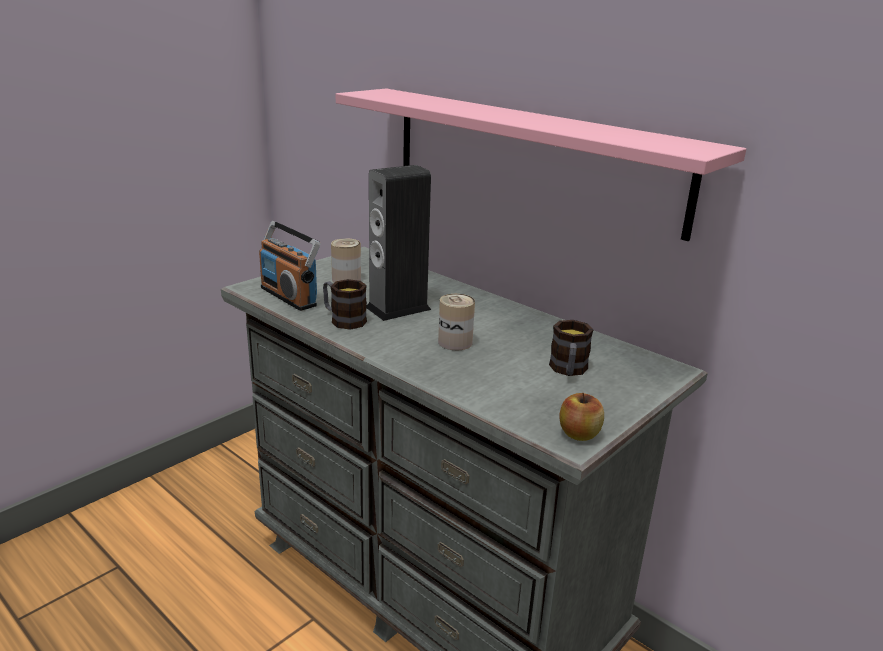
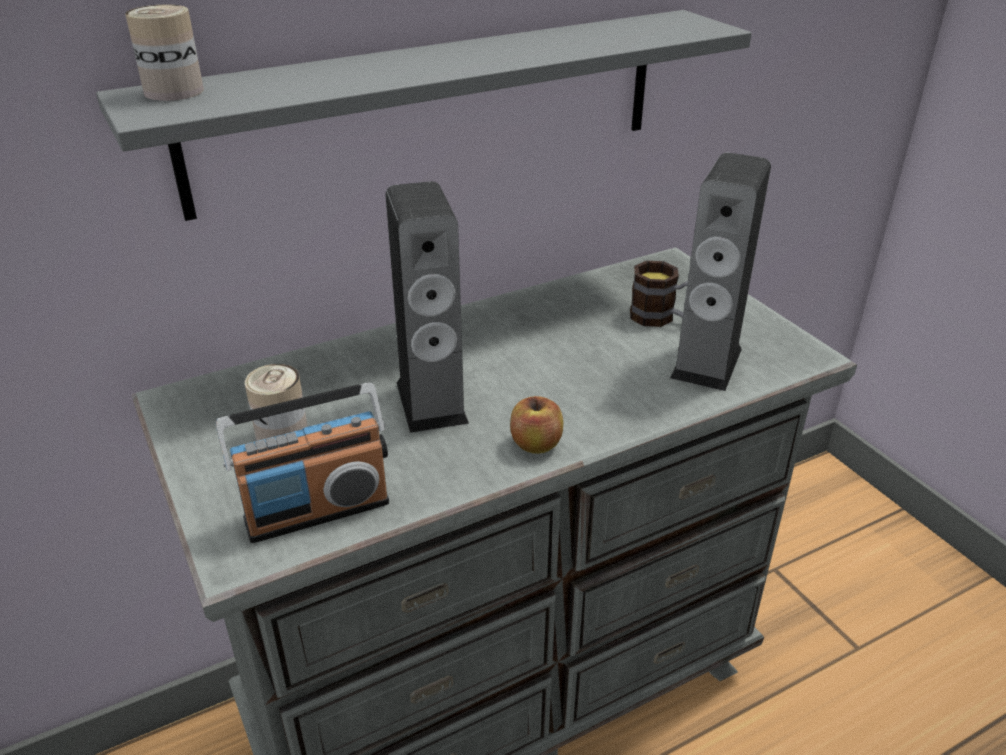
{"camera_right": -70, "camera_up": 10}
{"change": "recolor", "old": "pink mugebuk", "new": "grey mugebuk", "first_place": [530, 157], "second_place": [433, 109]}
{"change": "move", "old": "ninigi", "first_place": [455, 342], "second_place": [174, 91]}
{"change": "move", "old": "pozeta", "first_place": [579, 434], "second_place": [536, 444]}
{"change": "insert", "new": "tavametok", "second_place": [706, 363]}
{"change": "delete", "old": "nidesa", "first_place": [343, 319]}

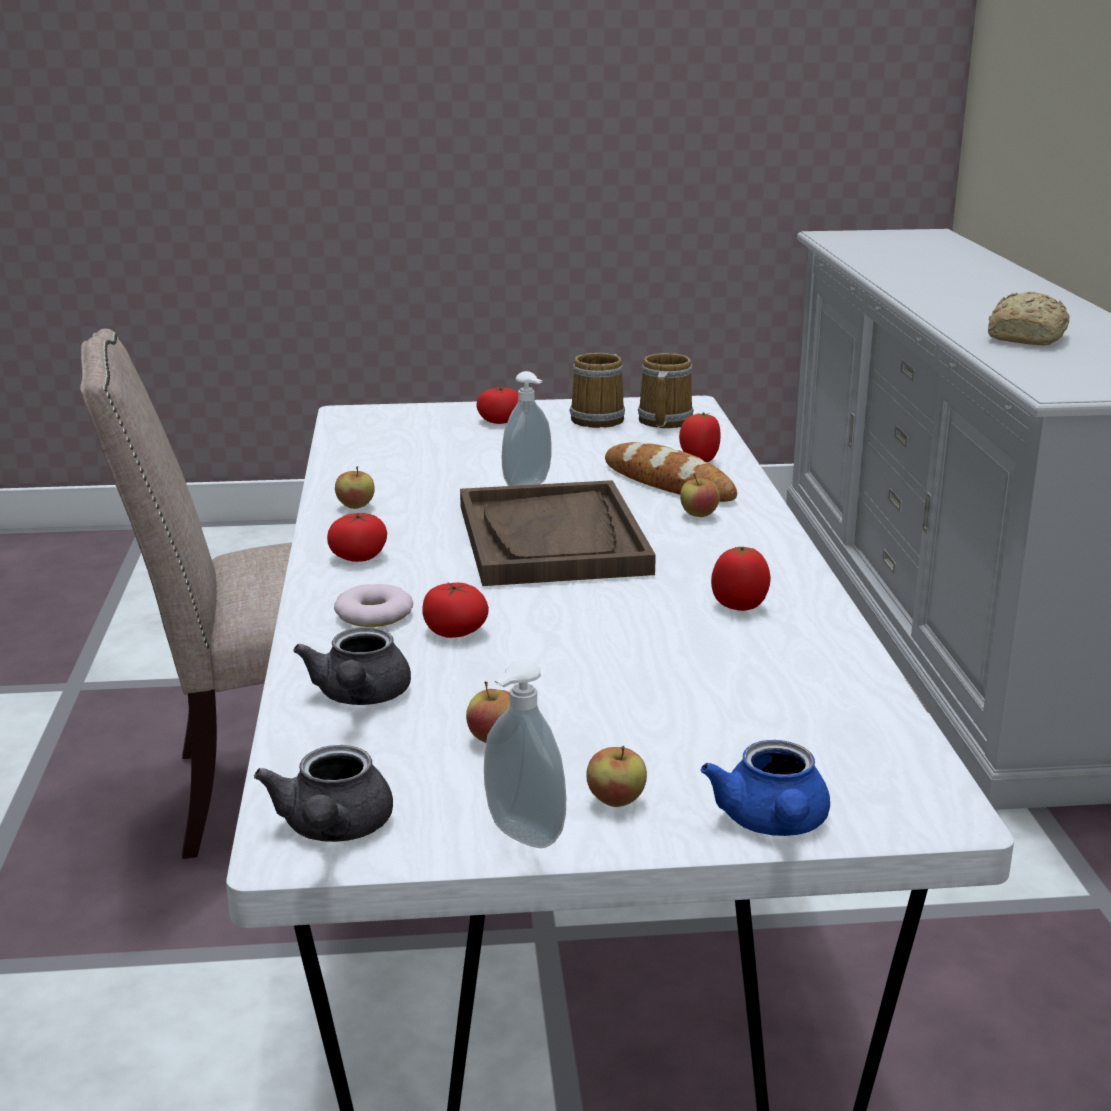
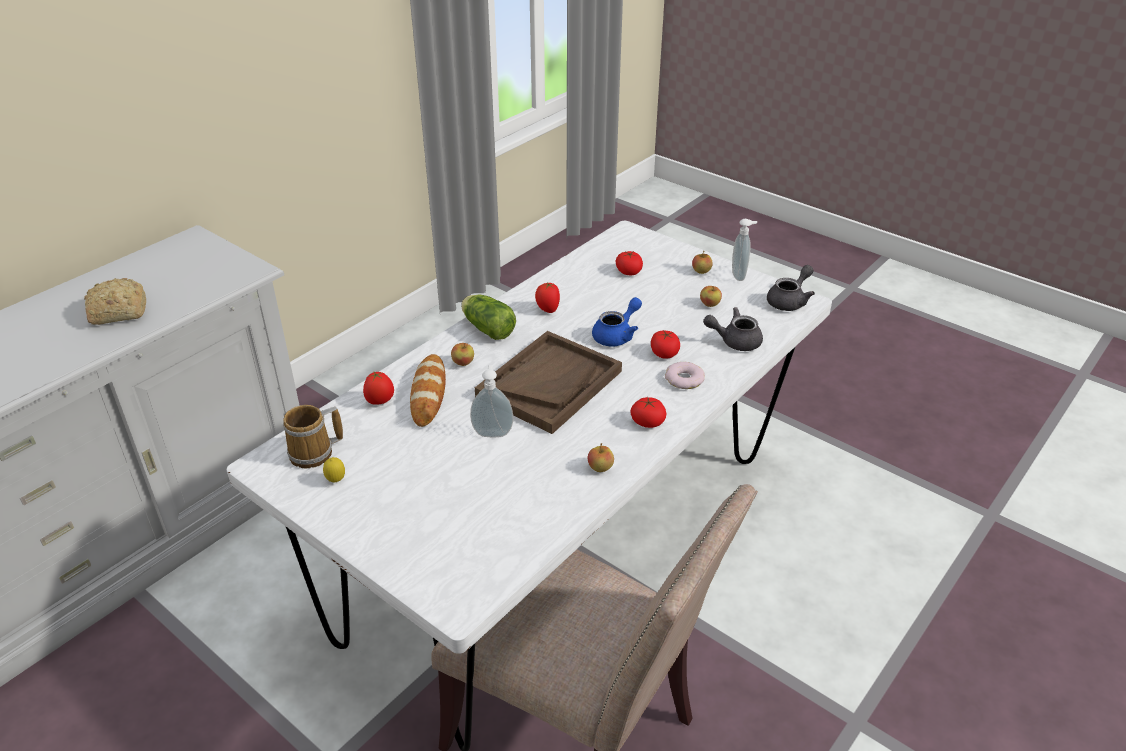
{"camera_right": -135, "camera_up": 15}
{"change": "replace", "old": "nidesa", "new": "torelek", "first_place": [600, 418], "second_place": [336, 481]}
{"change": "insert", "new": "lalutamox", "second_place": [487, 328]}
{"change": "move", "old": "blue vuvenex", "first_place": [773, 824], "second_place": [617, 335]}
{"change": "move", "old": "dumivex", "first_place": [500, 421], "second_place": [628, 272]}
{"change": "rotate", "old": "grey vuvenex", "first_place": [359, 697], "second_place": [734, 341], "degrees": -135}

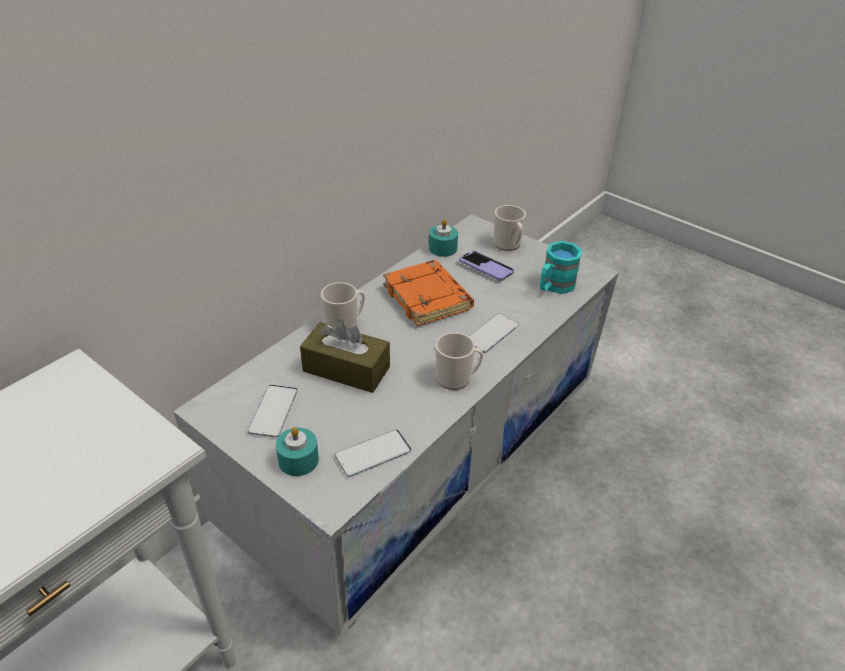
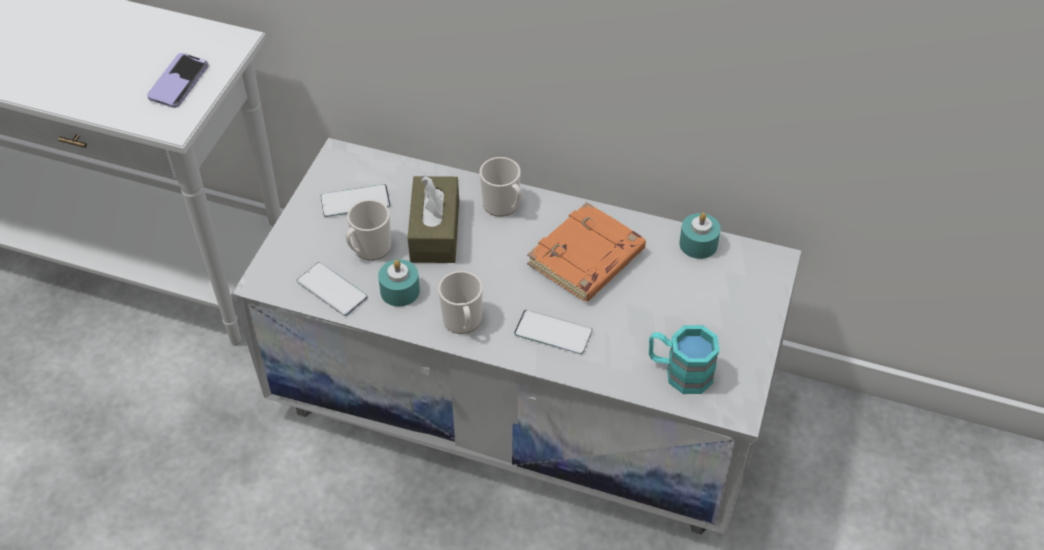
{"camera_right": 70, "camera_up": 10}
{"change": "move", "old": "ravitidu", "first_place": [486, 267], "second_place": [179, 82]}
{"change": "move", "old": "nidesa", "first_place": [508, 245], "second_place": [369, 249]}
{"change": "move", "old": "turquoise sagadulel", "first_place": [298, 460], "second_place": [400, 291]}

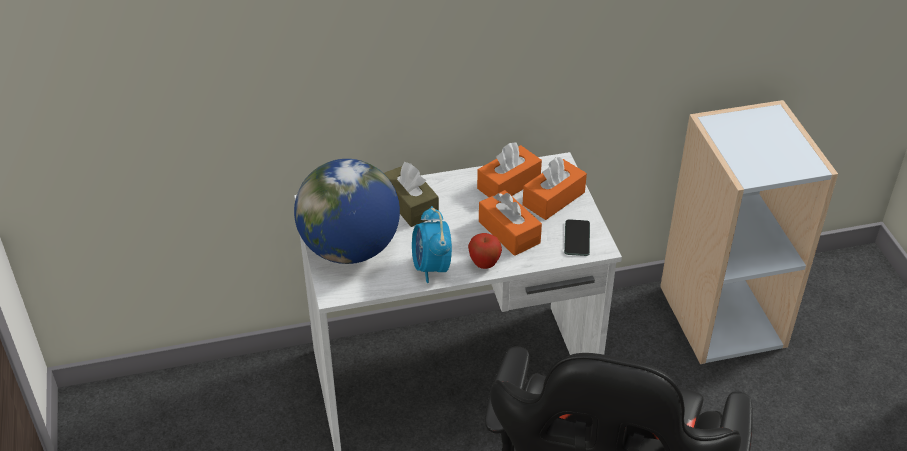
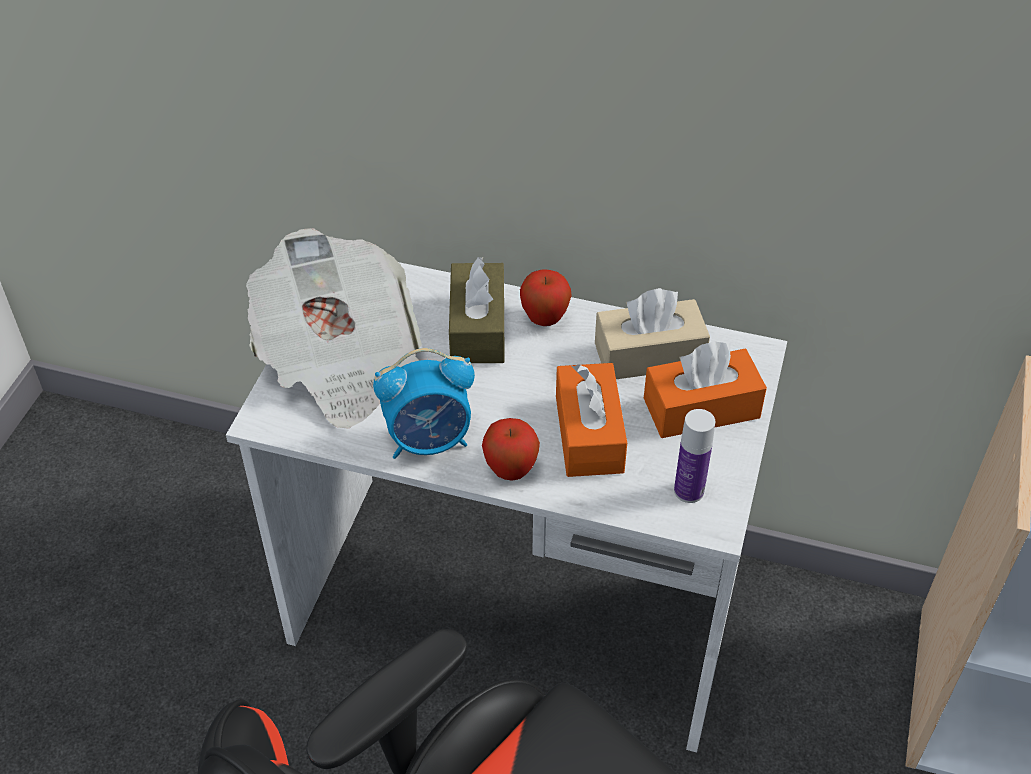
{"camera_right": 30, "camera_up": 5}
{"change": "replace", "old": "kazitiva", "new": "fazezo", "first_place": [350, 249], "second_place": [340, 361]}
{"change": "rotate", "old": "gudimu", "first_place": [431, 267], "second_place": [429, 441], "degrees": -120}
{"change": "insert", "new": "pozeta", "second_place": [545, 319]}
{"change": "recolor", "old": "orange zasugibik", "new": "beige zasugibik", "first_place": [509, 184], "second_place": [649, 355]}
{"change": "replace", "old": "ravitidu", "new": "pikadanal", "first_place": [577, 238], "second_place": [689, 491]}

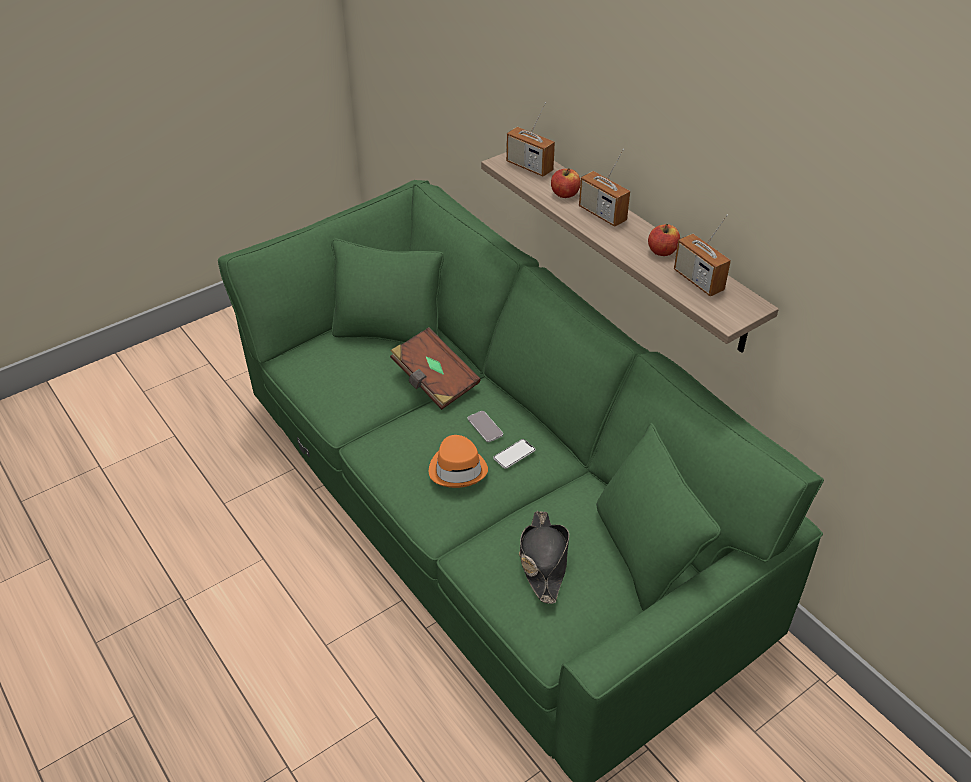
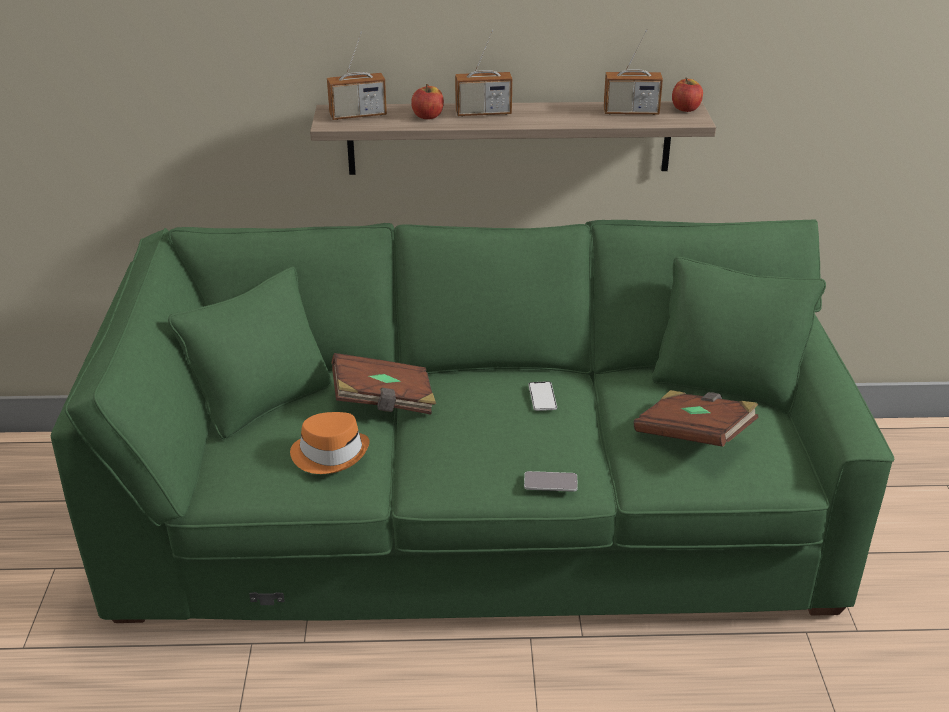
{"camera_right": -55, "camera_up": -10}
{"change": "move", "old": "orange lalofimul", "first_place": [458, 469], "second_place": [330, 453]}
{"change": "move", "old": "ravitidu", "first_place": [485, 427], "second_place": [550, 482]}
{"change": "replace", "old": "black lalofimul", "new": "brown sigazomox", "first_place": [543, 560], "second_place": [694, 435]}
{"change": "move", "old": "pozeta", "first_place": [662, 251], "second_place": [685, 109]}

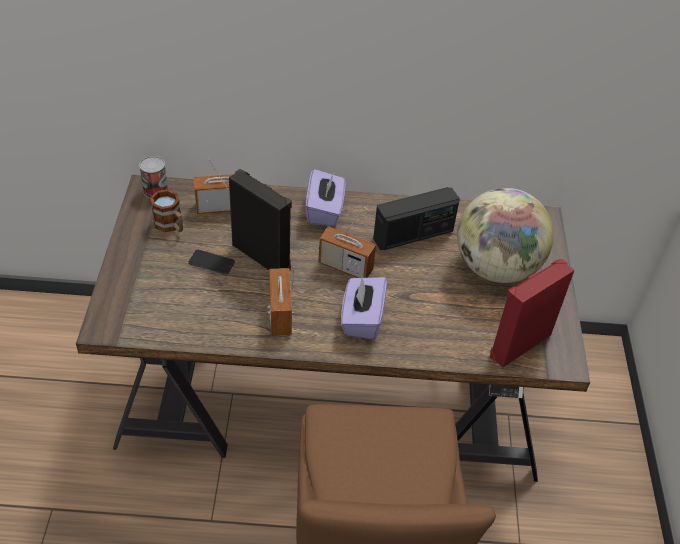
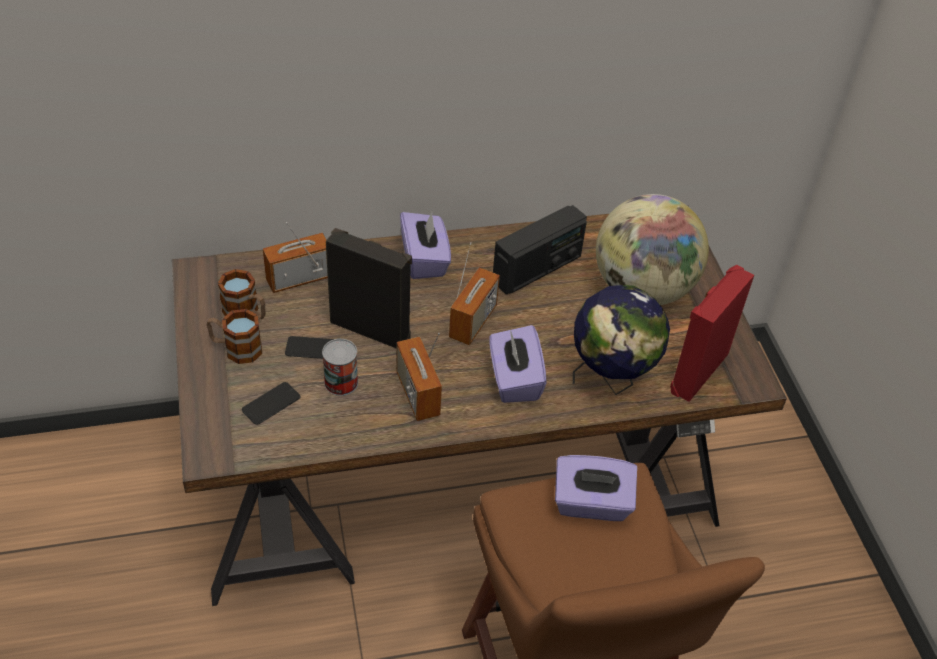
{"camera_right": -15, "camera_up": 0}
{"change": "insert", "new": "nidesa", "second_place": [236, 348]}
{"change": "insert", "new": "ravitidu", "second_place": [271, 404]}
{"change": "move", "old": "ninigi", "first_place": [155, 190], "second_place": [341, 382]}
{"change": "rotate", "old": "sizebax", "first_place": [345, 267], "second_place": [473, 322], "degrees": -75}
{"change": "insert", "new": "purple zasugibik", "second_place": [591, 504]}
{"change": "insert", "new": "kazitiva", "second_place": [611, 380]}

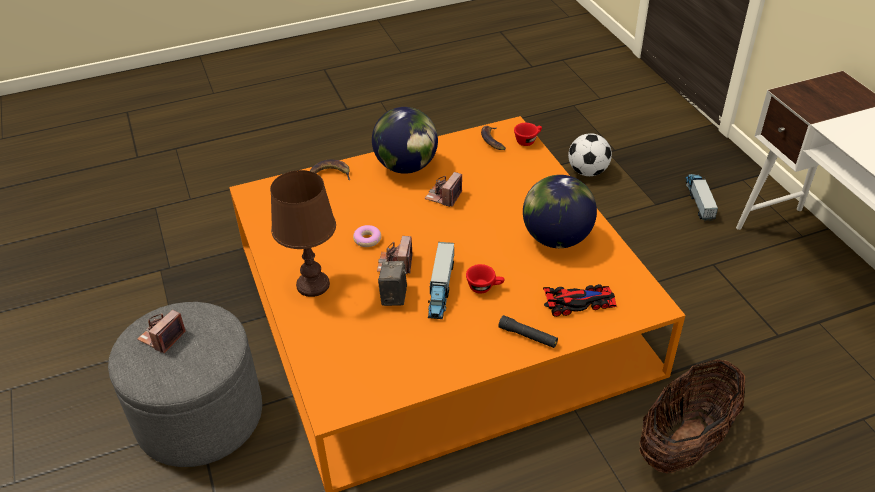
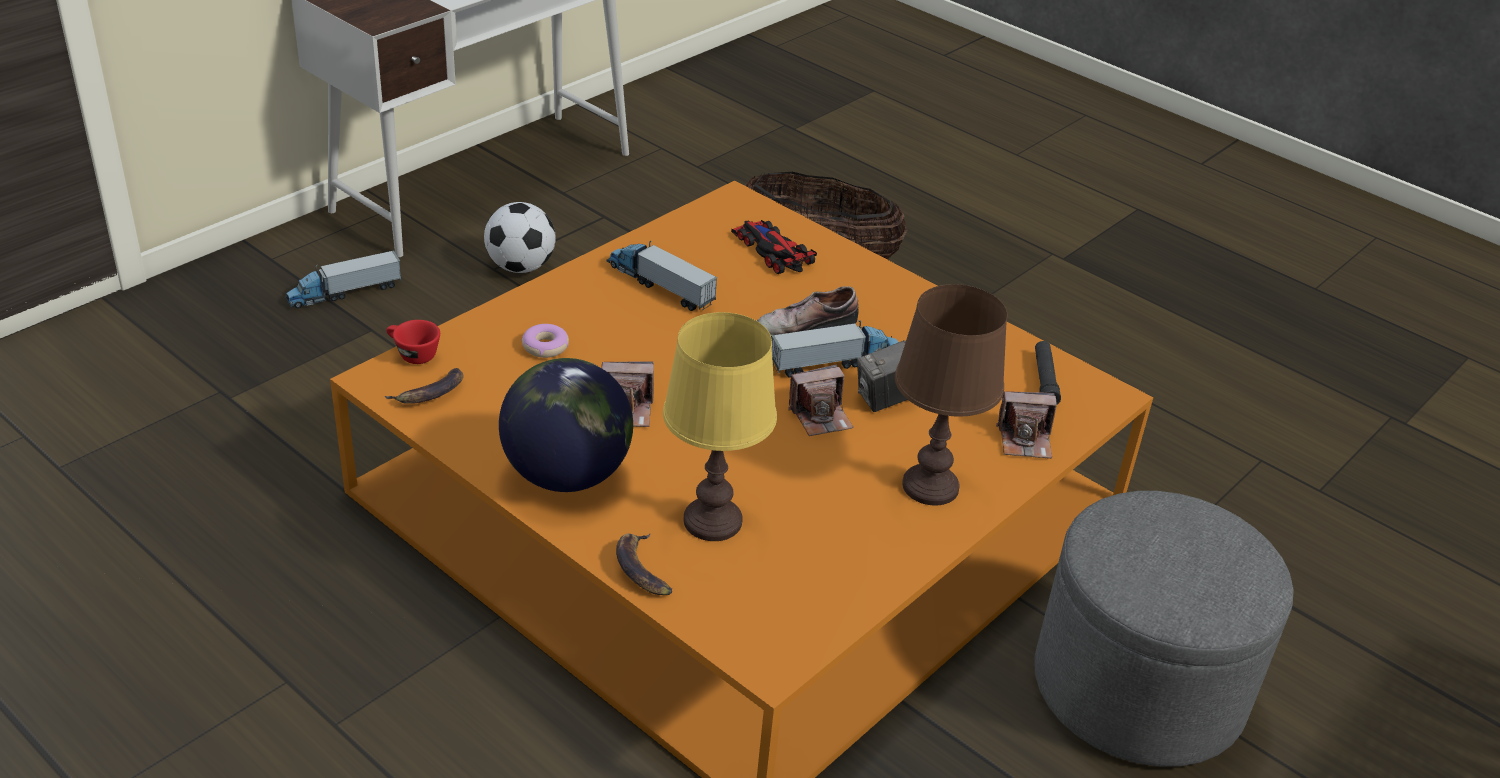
{"camera_right": -120, "camera_up": -5}
{"change": "move", "old": "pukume", "first_place": [588, 171], "second_place": [520, 267]}
{"change": "move", "old": "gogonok", "first_place": [367, 239], "second_place": [545, 347]}
{"change": "replace", "old": "kazitiva", "new": "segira", "first_place": [556, 239], "second_place": [659, 285]}
{"change": "insert", "new": "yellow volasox", "second_place": [712, 522]}
{"change": "replace", "old": "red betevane", "new": "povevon", "first_place": [484, 287], "second_place": [803, 326]}
{"change": "move", "old": "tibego", "first_place": [162, 337], "second_place": [1025, 440]}
{"change": "move", "old": "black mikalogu", "first_place": [528, 336], "second_place": [1044, 380]}

